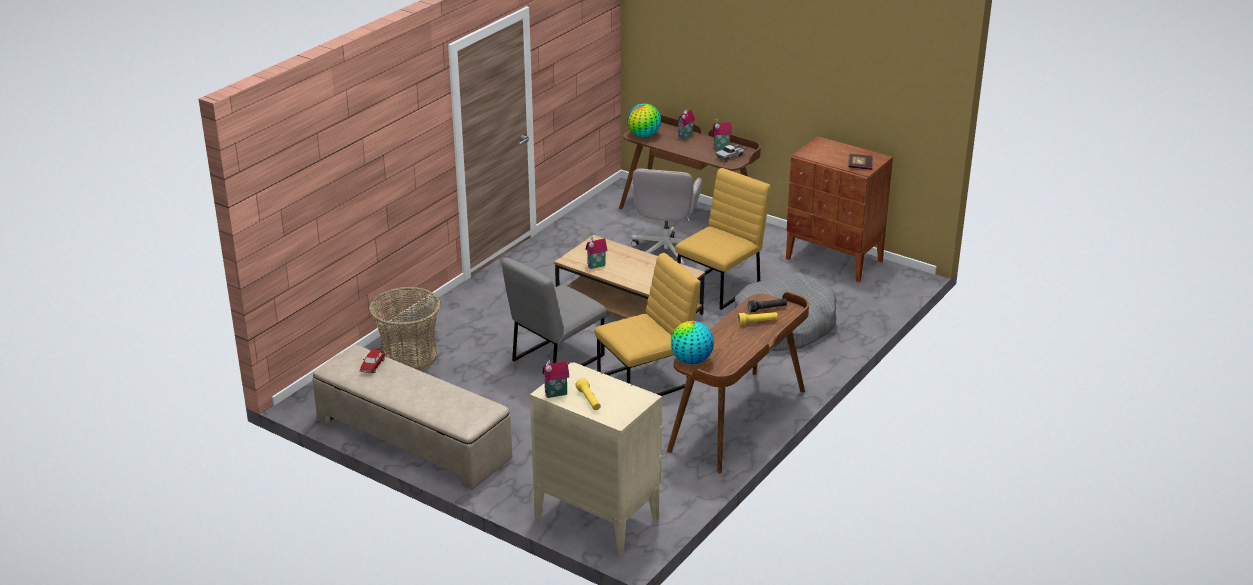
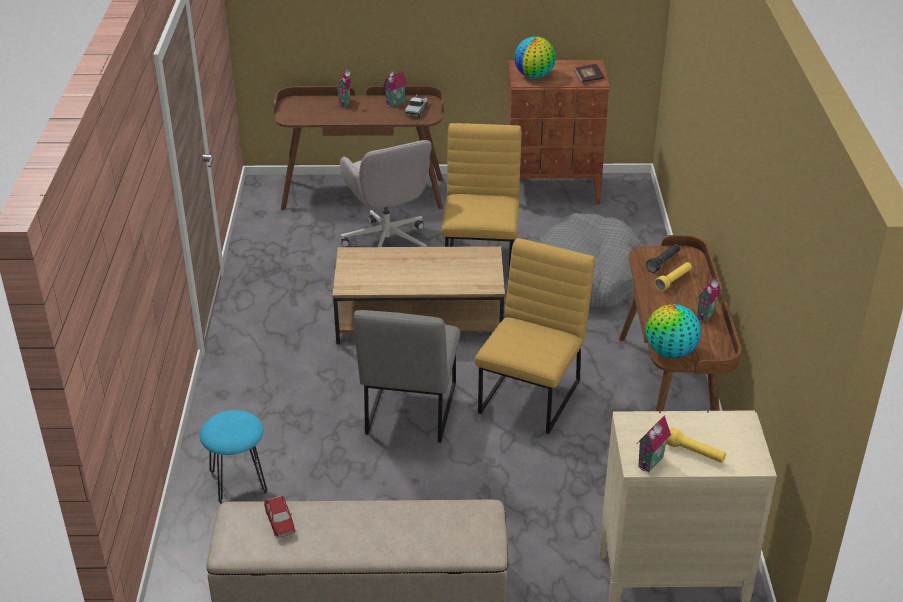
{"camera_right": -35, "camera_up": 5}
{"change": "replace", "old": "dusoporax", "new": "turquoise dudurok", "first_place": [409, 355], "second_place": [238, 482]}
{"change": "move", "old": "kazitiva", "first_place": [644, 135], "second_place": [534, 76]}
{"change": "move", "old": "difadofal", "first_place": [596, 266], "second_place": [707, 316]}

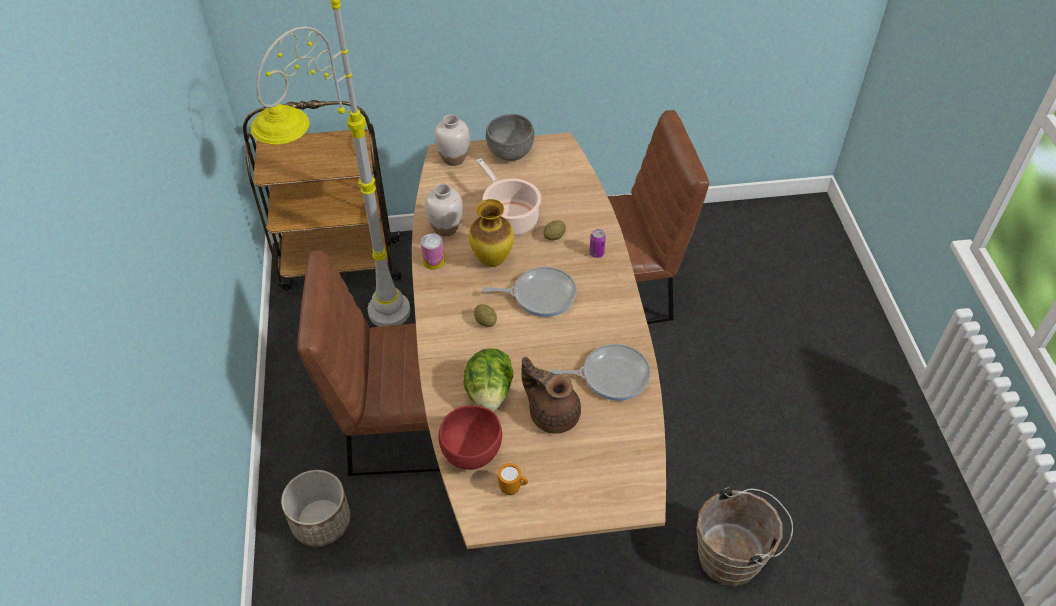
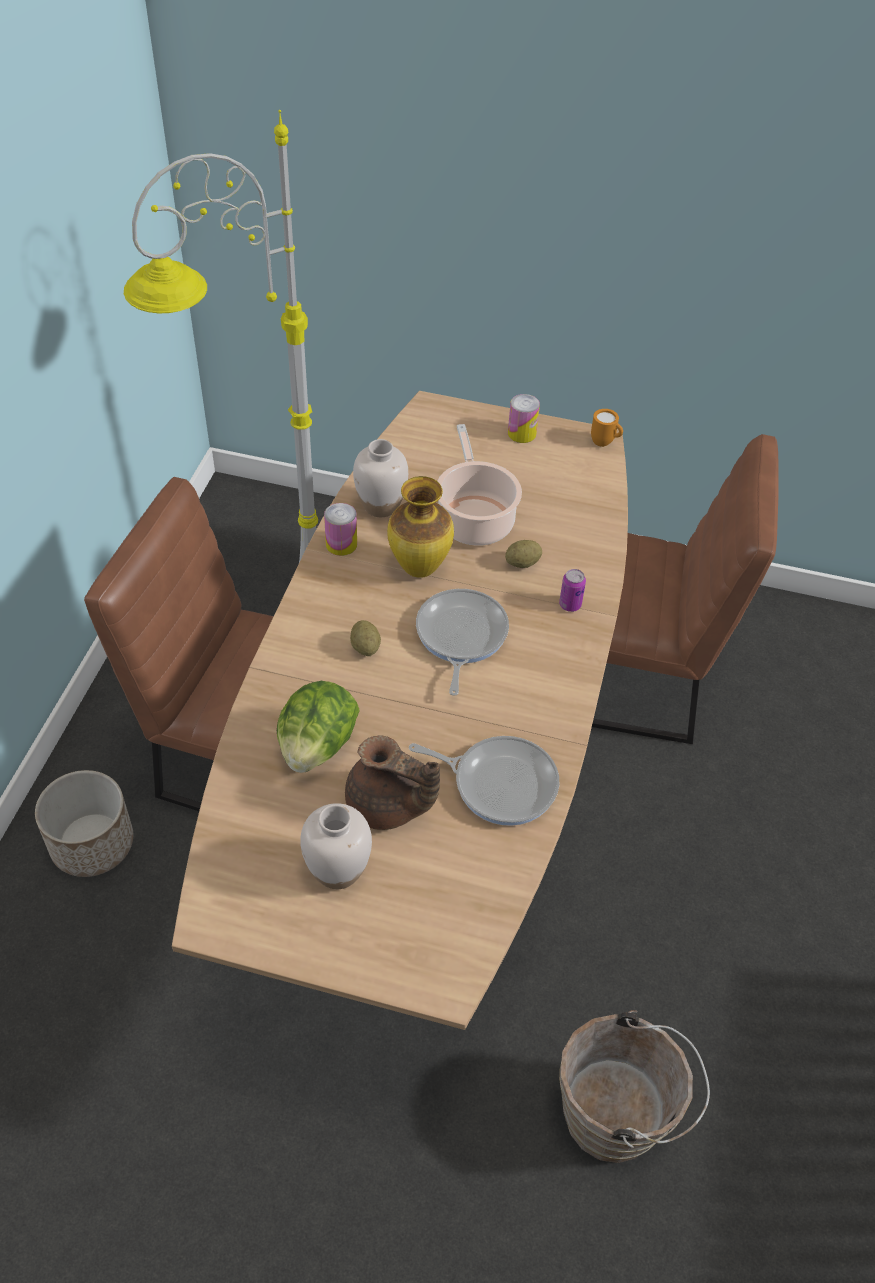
{"camera_right": 20, "camera_up": 0}
{"change": "move", "old": "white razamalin", "first_place": [453, 159], "second_place": [337, 871]}
{"change": "rotate", "old": "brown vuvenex", "first_place": [552, 413], "second_place": [387, 806], "degrees": 150}
{"change": "rotate", "old": "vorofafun", "first_place": [540, 295], "second_place": [460, 636], "degrees": -105}
{"change": "replace", "old": "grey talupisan", "new": "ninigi", "first_place": [510, 153], "second_place": [521, 433]}
{"change": "move", "old": "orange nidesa", "first_place": [513, 488], "second_place": [605, 443]}
{"change": "delete", "old": "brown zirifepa", "first_place": [339, 264]}
{"change": "delete", "old": "red talupisan", "first_place": [472, 452]}

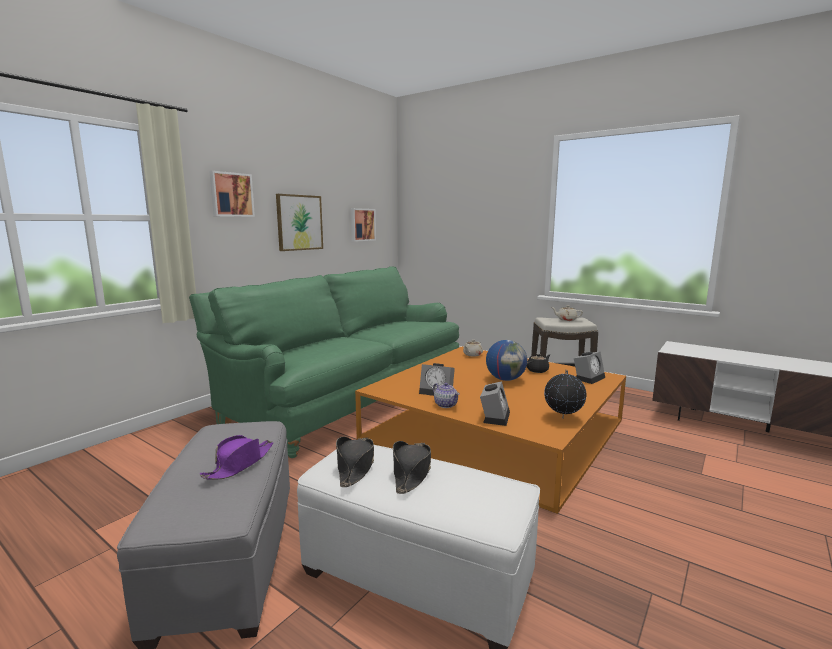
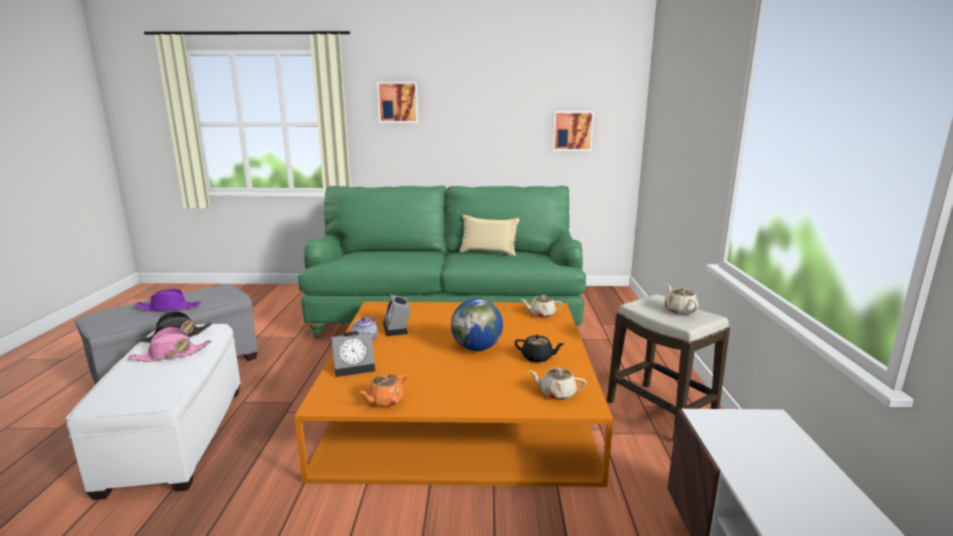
{"camera_right": 55, "camera_up": 5}
{"change": "recolor", "old": "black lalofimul", "new": "pink lalofimul", "first_place": [411, 472], "second_place": [171, 355]}
{"change": "replace", "old": "kazitiva", "new": "orange vuvenex", "first_place": [563, 417], "second_place": [385, 401]}
{"change": "insert", "new": "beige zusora", "second_place": [488, 252]}
{"change": "replace", "old": "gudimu", "new": "beige vuvenex", "first_place": [589, 378], "second_place": [557, 393]}
{"change": "delete", "old": "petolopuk", "first_place": [299, 222]}

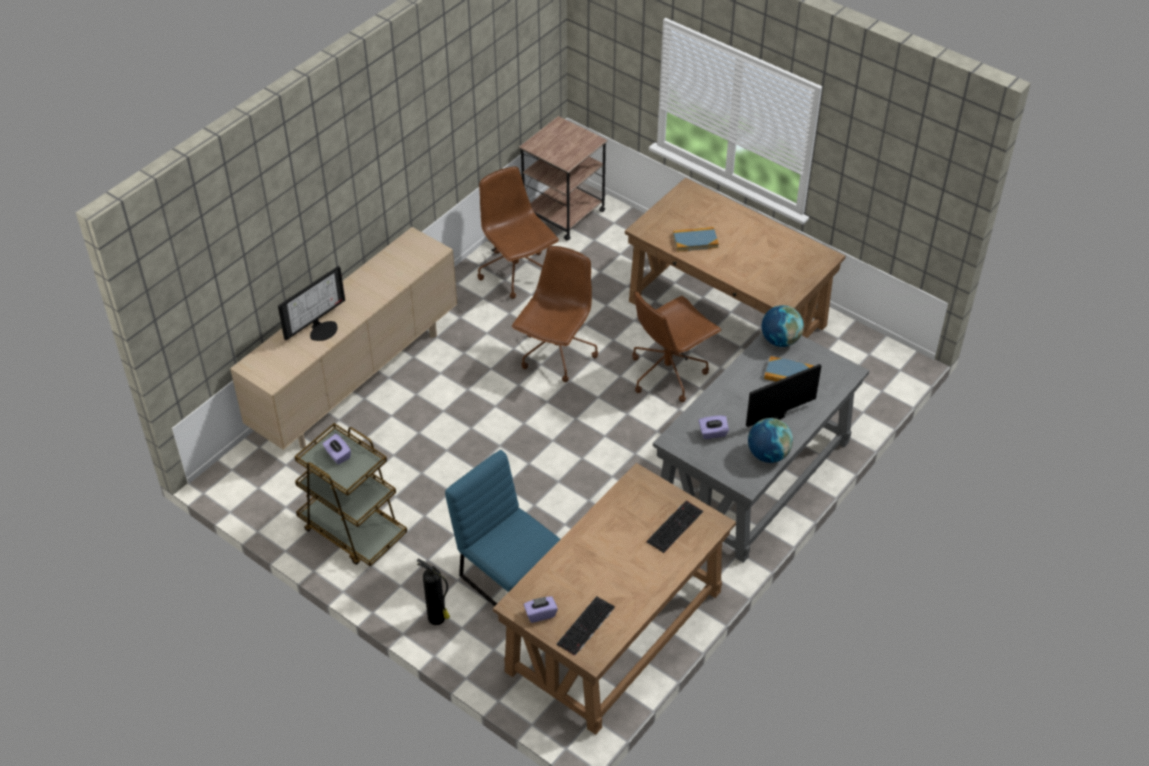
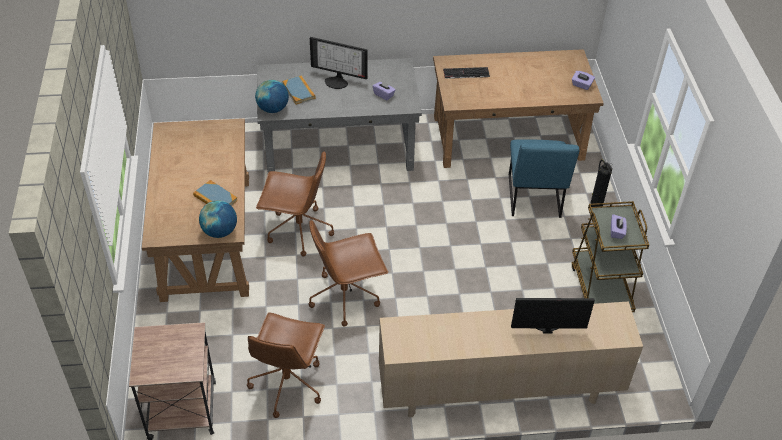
{"camera_right": -135, "camera_up": 0}
{"change": "move", "old": "kazitiva", "first_place": [768, 454], "second_place": [219, 231]}
{"change": "delete", "old": "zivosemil", "first_place": [586, 627]}

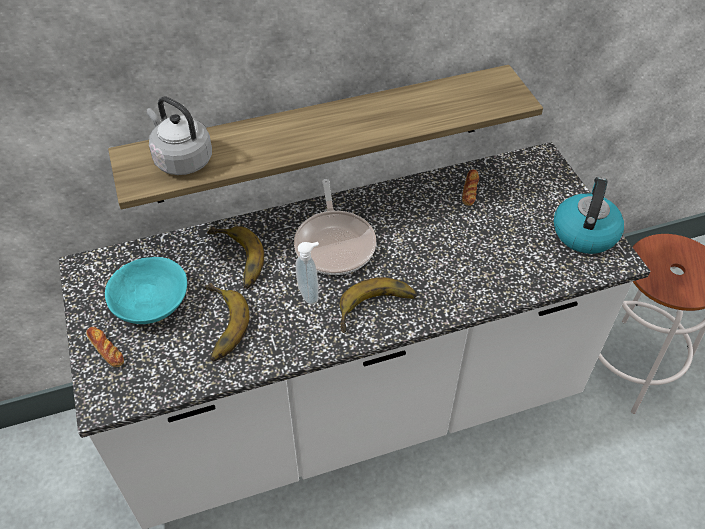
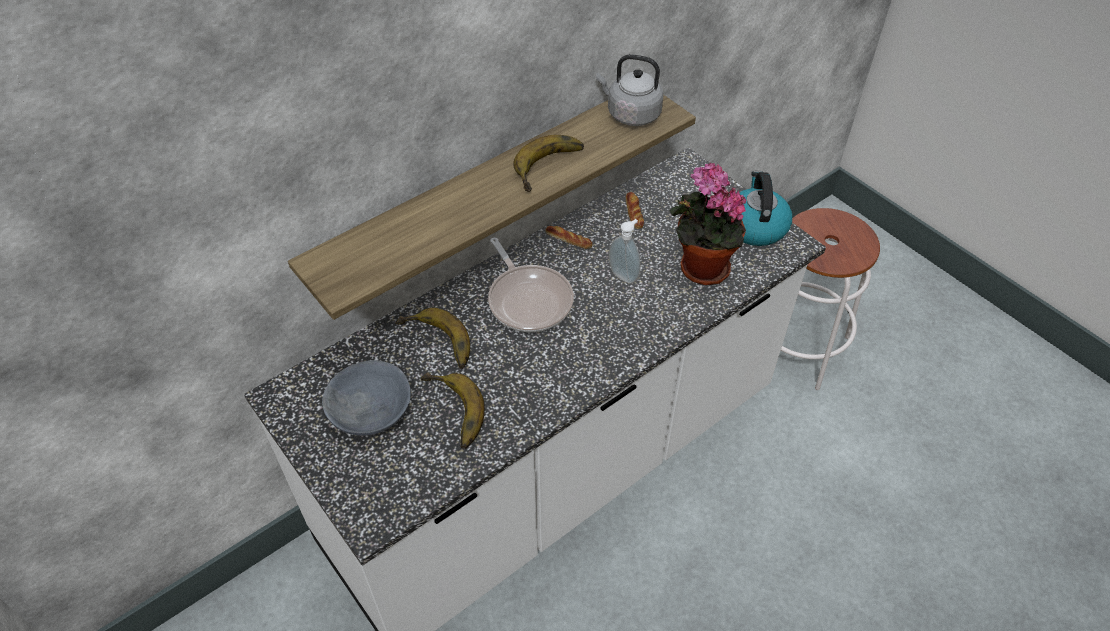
{"camera_right": -20, "camera_up": 0}
{"change": "recolor", "old": "turquoise talupisan", "new": "grey talupisan", "first_place": [152, 304], "second_place": [372, 412]}
{"change": "move", "old": "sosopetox", "first_place": [378, 311], "second_place": [552, 168]}
{"change": "move", "old": "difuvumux", "first_place": [105, 349], "second_place": [568, 240]}
{"change": "move", "old": "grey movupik", "first_place": [181, 159], "second_place": [630, 114]}
{"change": "move", "old": "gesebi", "first_place": [310, 294], "second_place": [624, 275]}
{"change": "insert", "new": "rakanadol", "second_place": [699, 268]}

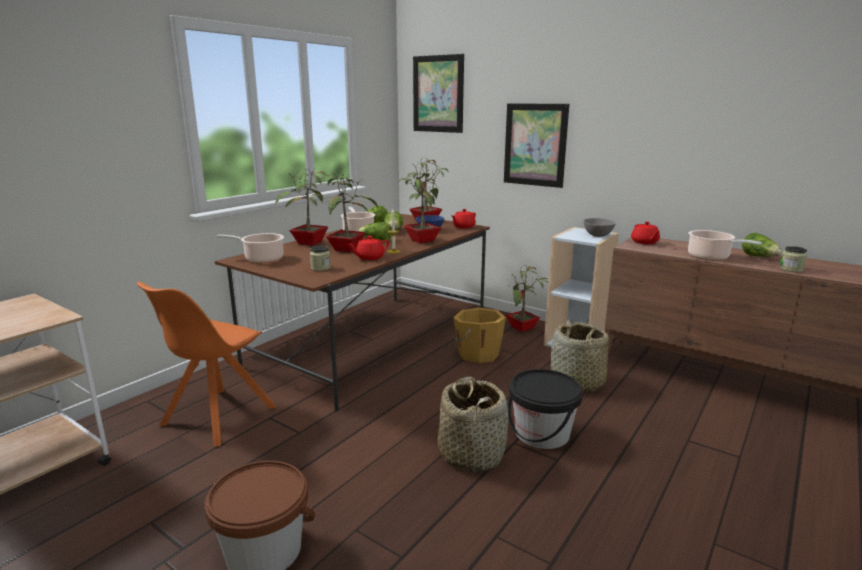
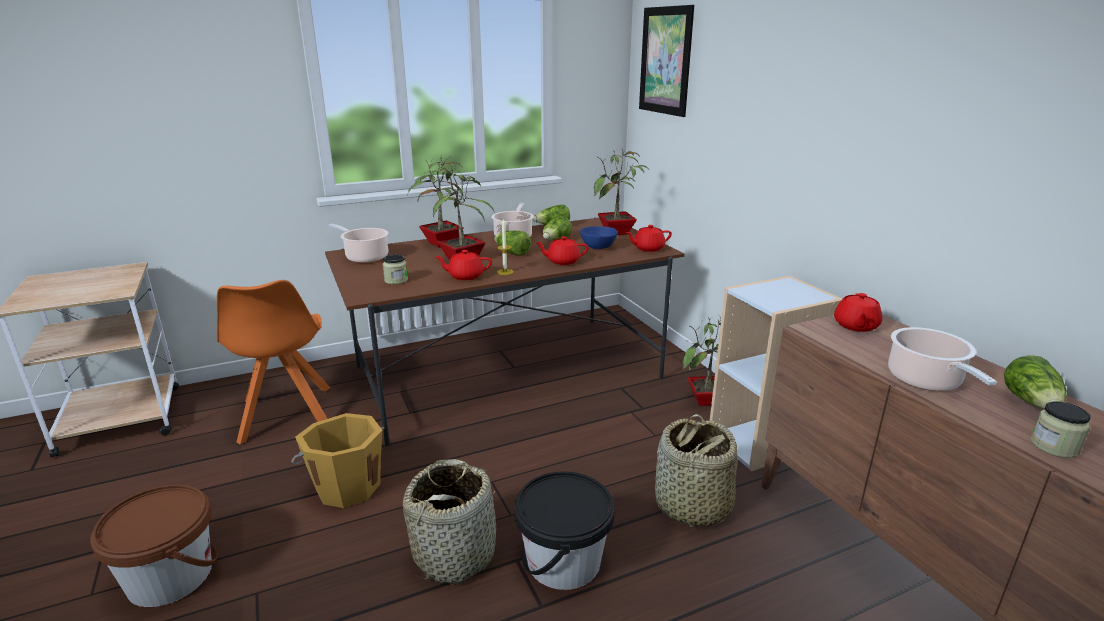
{"camera_right": 30, "camera_up": 5}
{"change": "rotate", "old": "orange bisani", "first_place": [217, 417], "second_place": [286, 415], "degrees": -75}
{"change": "move", "old": "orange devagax", "first_place": [477, 354], "second_place": [347, 486]}
{"change": "replace", "old": "rakanadol", "new": "red vuvenex", "first_place": [421, 240], "second_place": [562, 261]}
{"change": "delete", "old": "petolopuk", "first_place": [535, 145]}
{"change": "delete", "old": "grey talupisan", "first_place": [598, 235]}

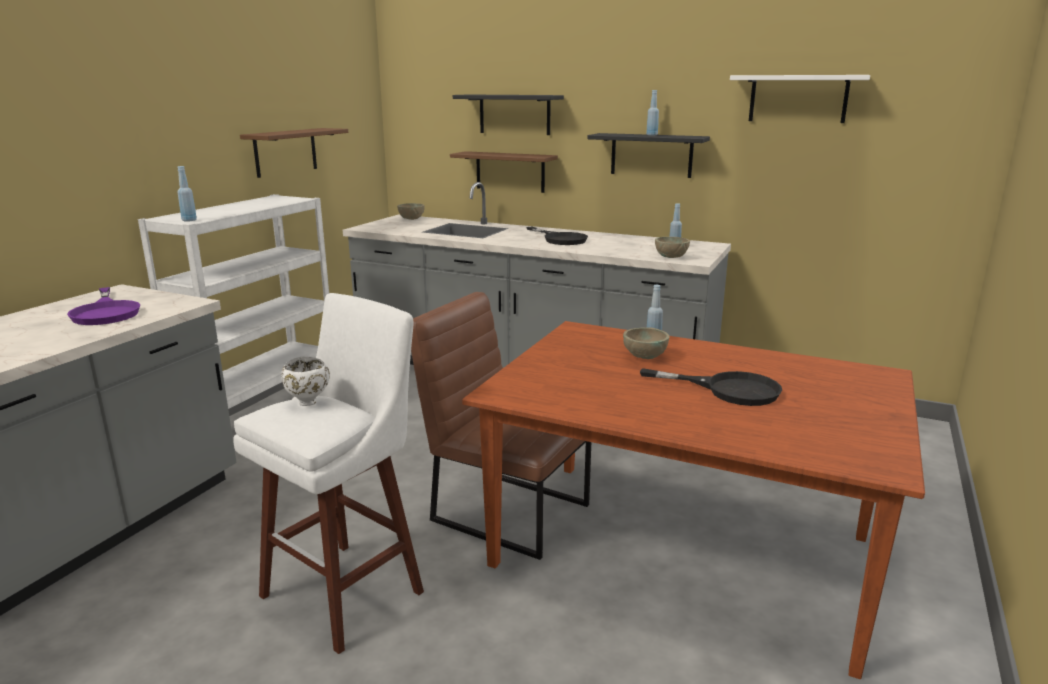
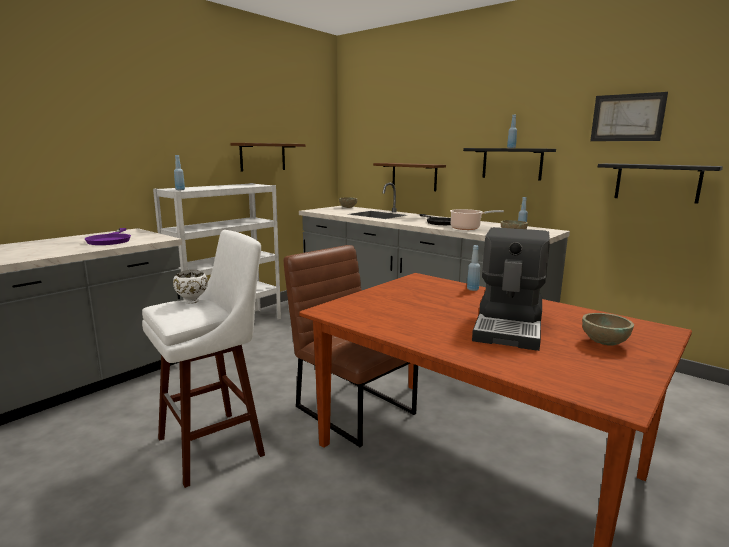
{"camera_right": 15, "camera_up": -5}
{"change": "insert", "new": "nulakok", "second_place": [467, 228]}
{"change": "replace", "old": "black vorofafun", "new": "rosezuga", "first_place": [728, 389], "second_place": [510, 326]}
{"change": "move", "old": "beige talupisan", "first_place": [644, 357], "second_place": [603, 343]}
{"change": "replace", "old": "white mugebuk", "new": "petolopuk", "first_place": [798, 99], "second_place": [627, 117]}
{"change": "move", "old": "black mugebuk", "first_place": [514, 114], "second_place": [657, 182]}

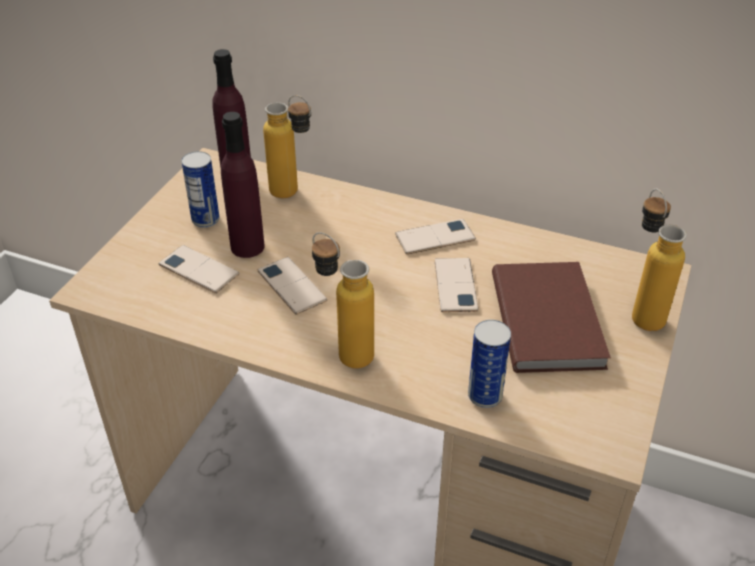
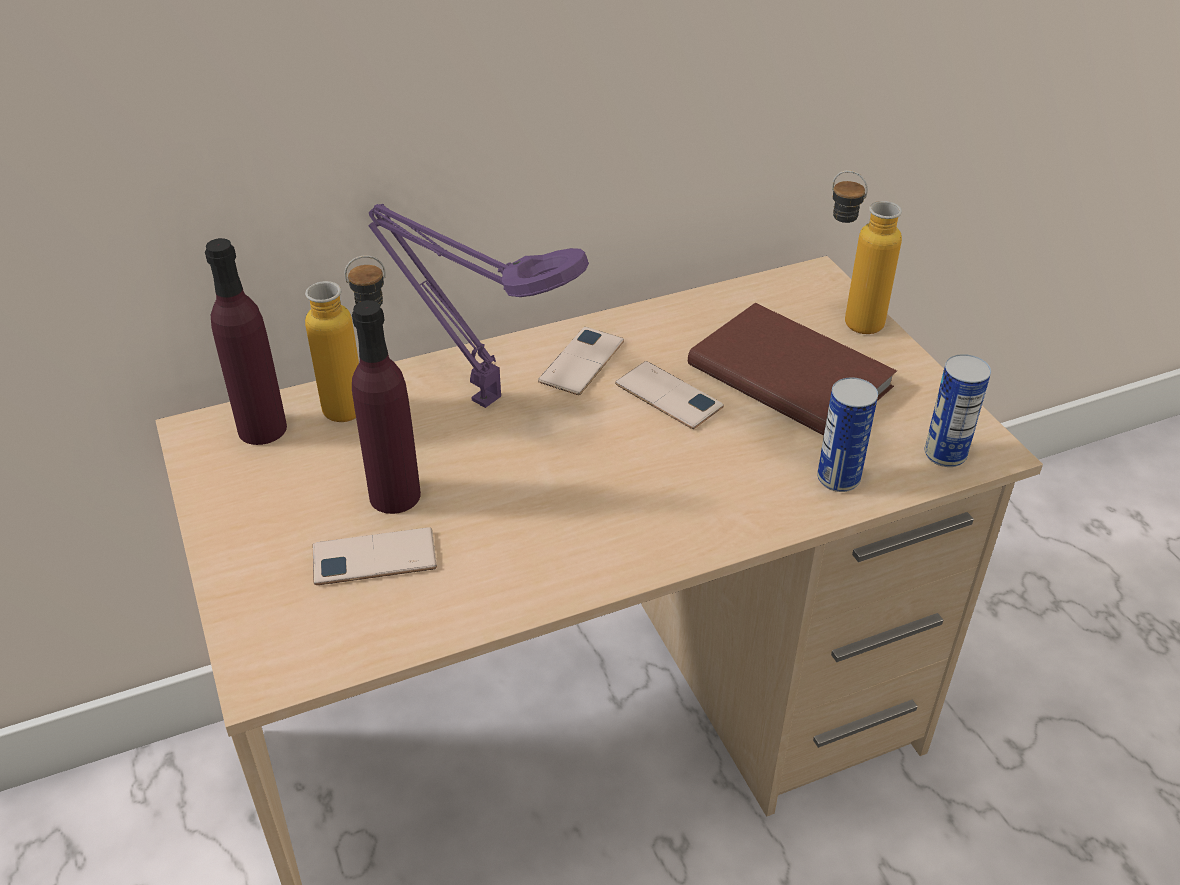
{"camera_right": -45, "camera_up": 0}
{"change": "insert", "new": "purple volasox", "second_place": [480, 397]}
{"change": "move", "old": "ninigi", "first_place": [205, 220], "second_place": [945, 454]}
{"change": "delete", "old": "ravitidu", "first_place": [291, 286]}
{"change": "delete", "old": "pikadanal", "first_place": [344, 351]}

